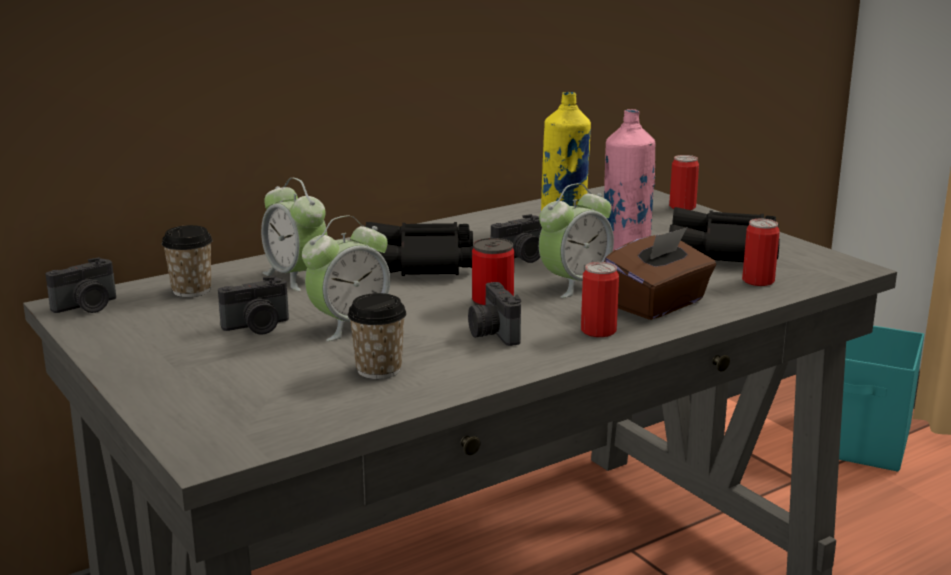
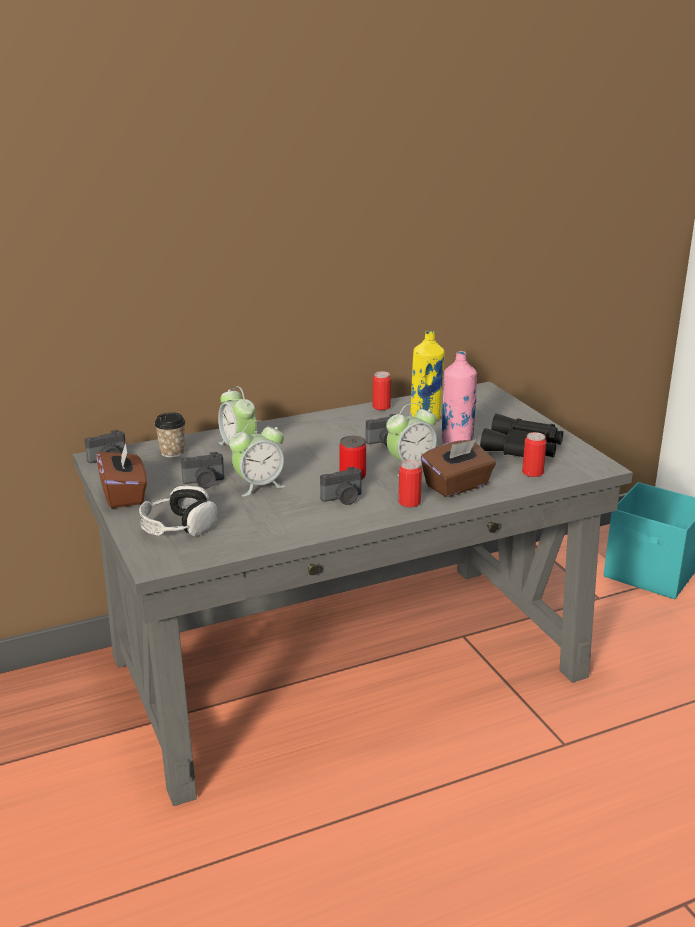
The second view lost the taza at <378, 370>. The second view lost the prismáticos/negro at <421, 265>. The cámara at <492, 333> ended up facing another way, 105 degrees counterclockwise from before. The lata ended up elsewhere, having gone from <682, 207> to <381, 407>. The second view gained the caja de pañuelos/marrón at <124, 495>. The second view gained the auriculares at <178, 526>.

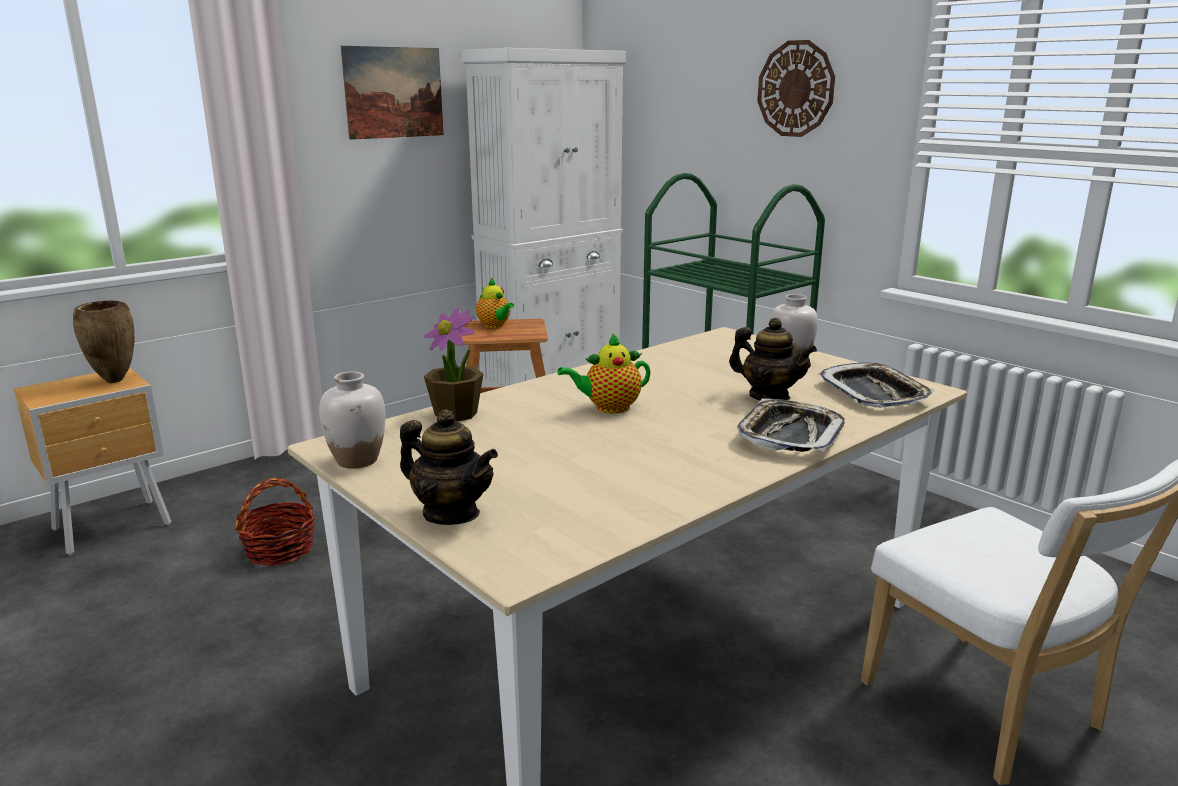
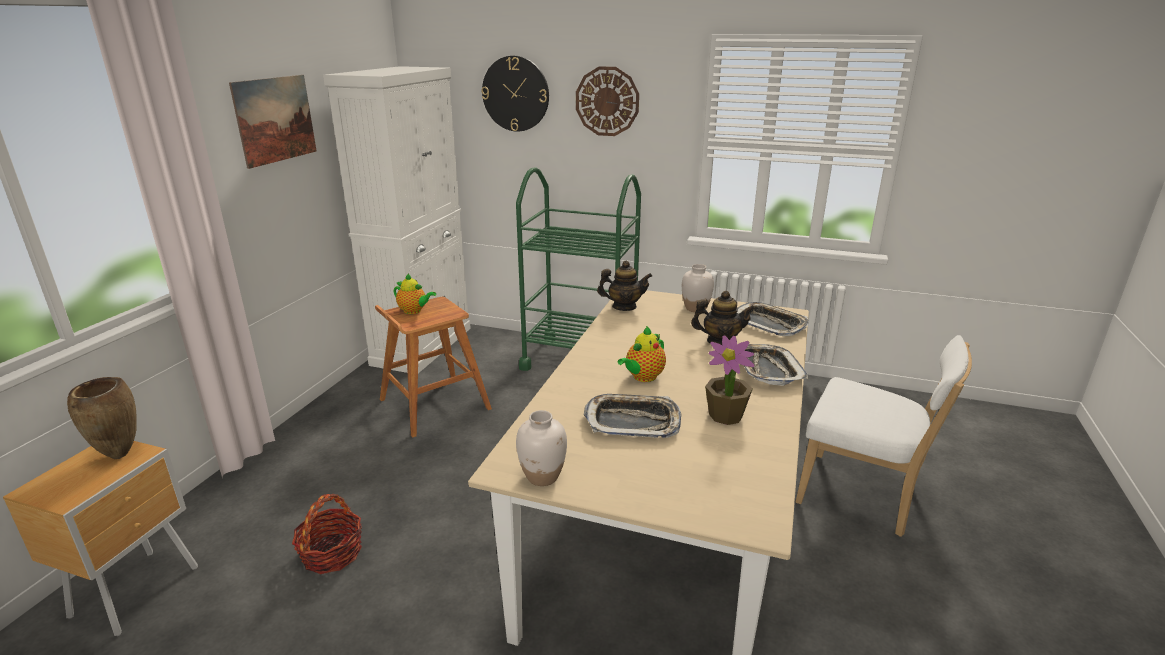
The tetera ended up elsewhere, having gone from <451, 513> to <624, 307>. The planta en maceta ended up elsewhere, having gone from <456, 414> to <726, 415>. The second view gained the reloj de pared at <515, 94>. The second view gained the bandeja at <633, 421>.

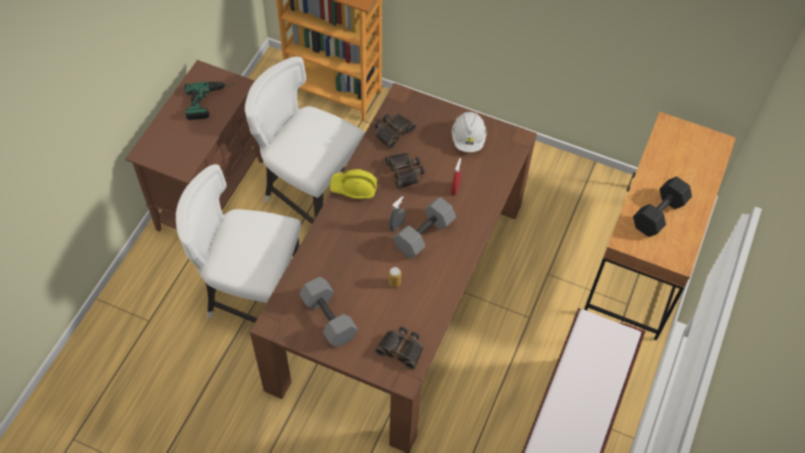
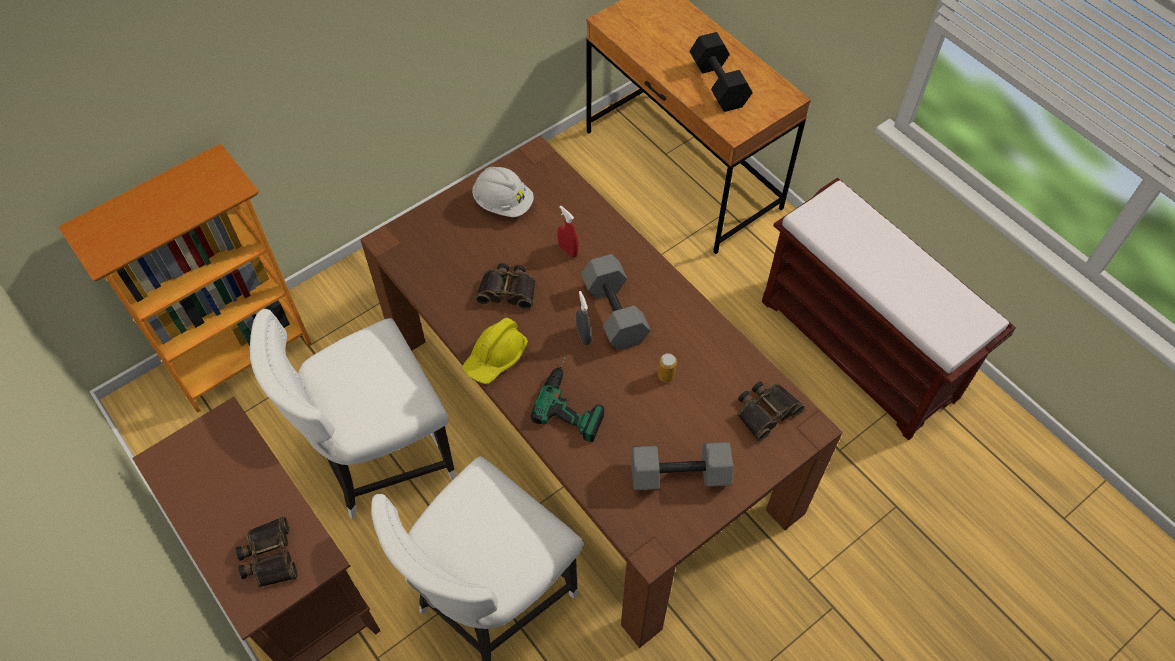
The taladro ended up elsewhere, having gone from <210, 101> to <574, 399>. The prismáticos ended up elsewhere, having gone from <392, 131> to <268, 556>.

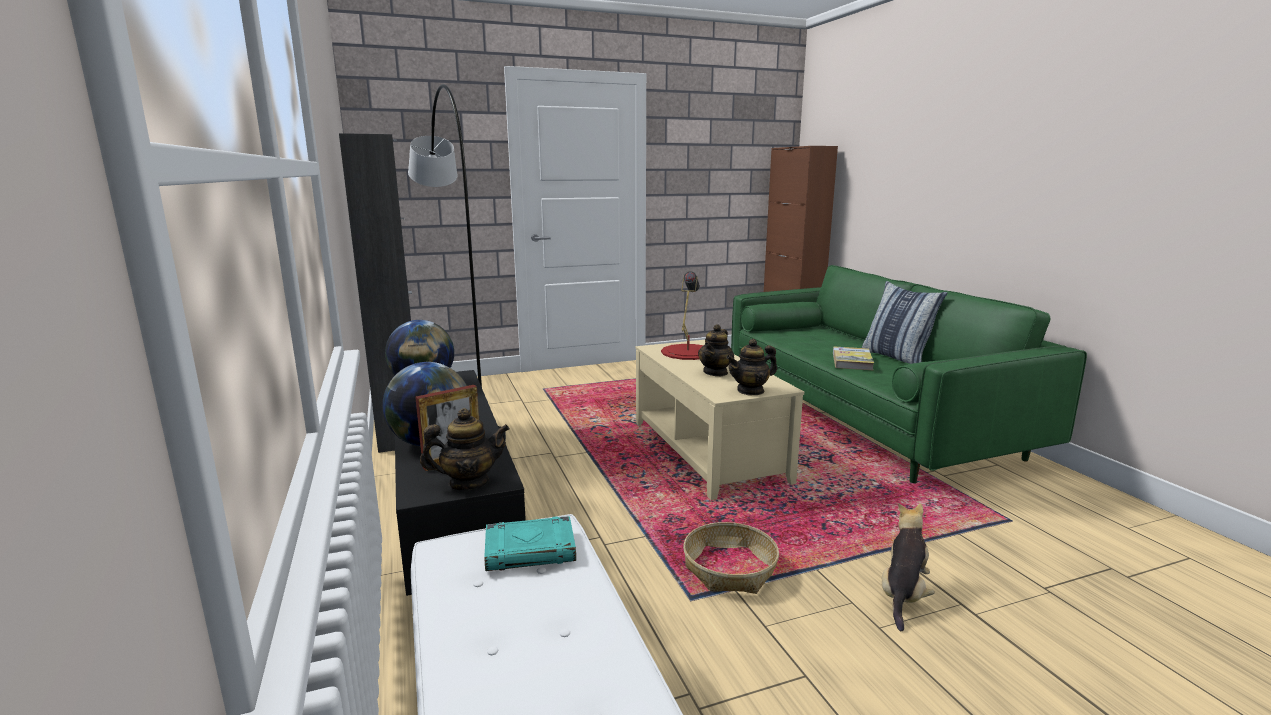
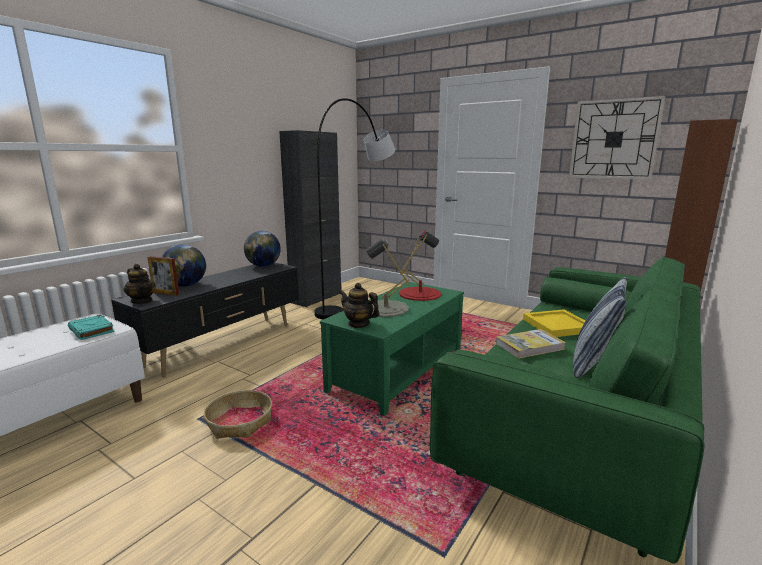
What was the mesa de centro/beis at <707, 451> turned into the mesa de centro/verde at <398, 372>. Where the tetera stood at <715, 372>, the lámpara de mesa/gris came to stand at <385, 308>. The second view lost the peluche at <903, 595>. The second view gained the bandeja/amarillo at <558, 326>. The second view gained the reloj de pared at <614, 139>.

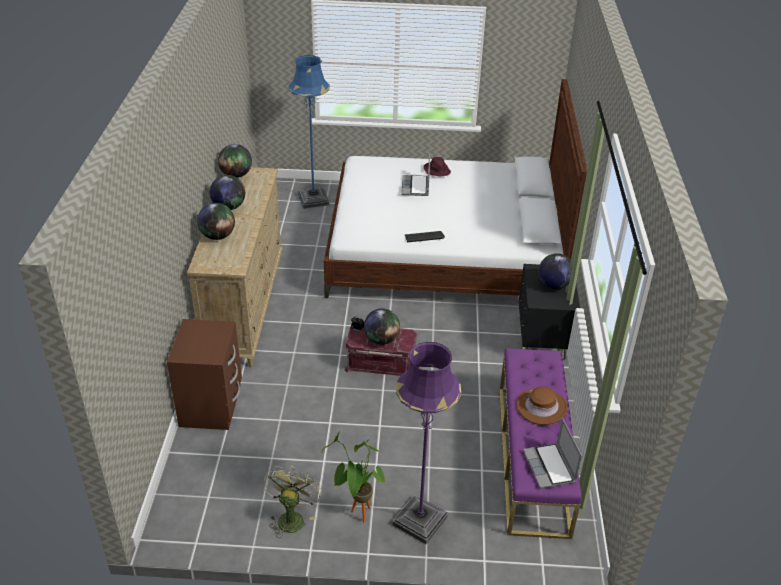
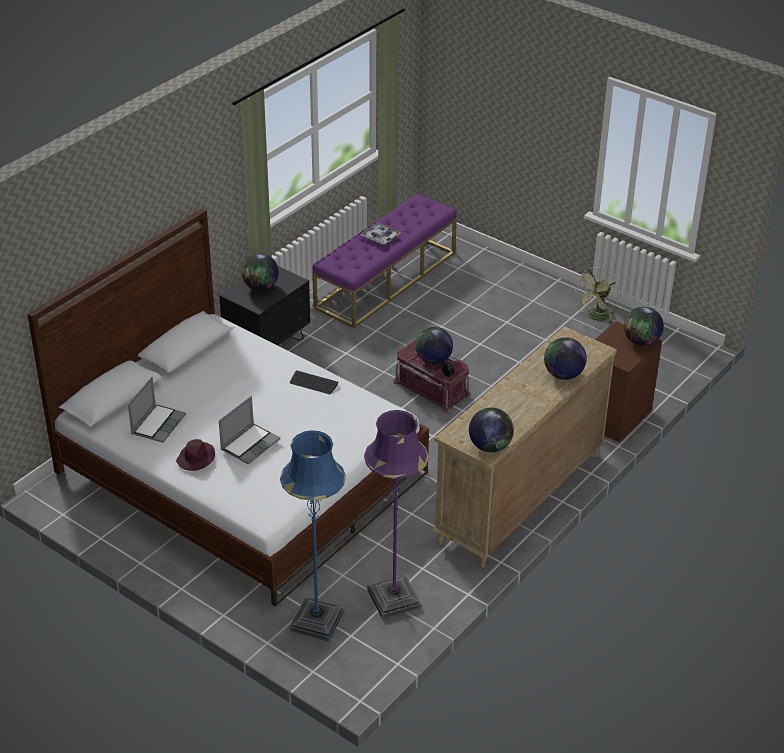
The globo terráqueo ended up elsewhere, having gone from <229, 207> to <641, 341>. The second view lost the planta en maceta at <357, 515>. The lámpara de pie/morado ended up elsewhere, having gone from <420, 521> to <394, 599>. Where the sombrero/marrón stood at <541, 407>, the bandeja came to stand at <380, 237>. The portátil ended up elsewhere, having gone from <550, 467> to <158, 424>.

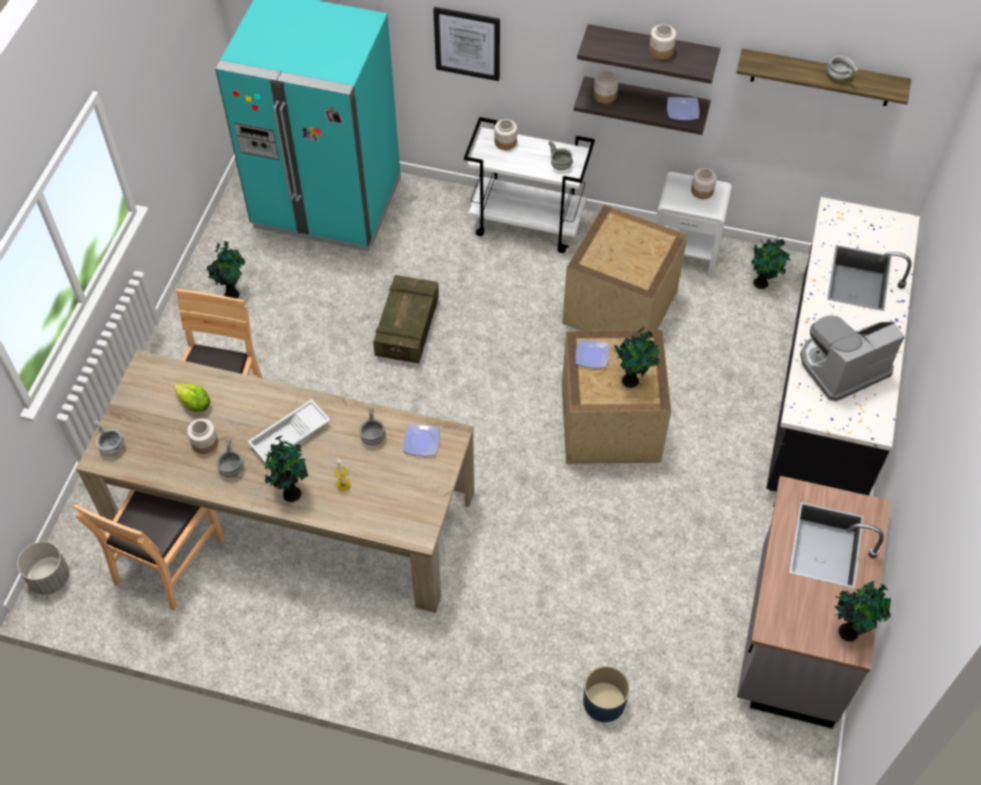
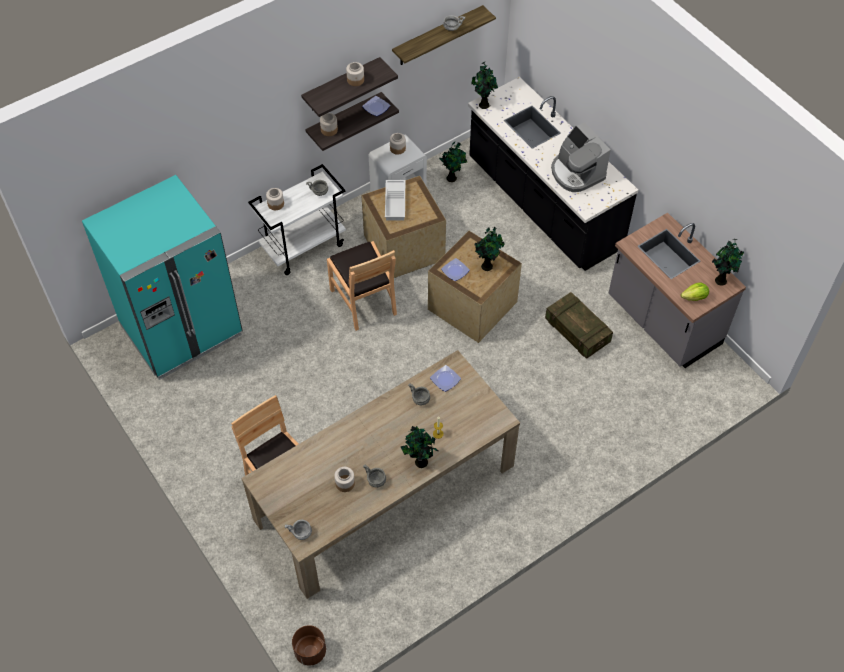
What was the maceta/gris at <50, 578> turned into the maceta/marrón at <310, 651>. The silla/marrón ended up elsewhere, having gone from <168, 559> to <364, 301>. The lechuga ended up elsewhere, having gone from <194, 404> to <694, 297>. The planta en maceta ended up elsewhere, having gone from <232, 293> to <483, 104>. The bandeja/blanco ended up elsewhere, having gone from <290, 437> to <396, 203>. The caja de embalaje ended up elsewhere, having gone from <407, 328> to <577, 331>. The second view lost the cuadro at <467, 43>. The second view lost the maceta/azul at <604, 702>. The cafetera at <842, 366> ended up facing another way, 45 degrees counterclockwise from before.

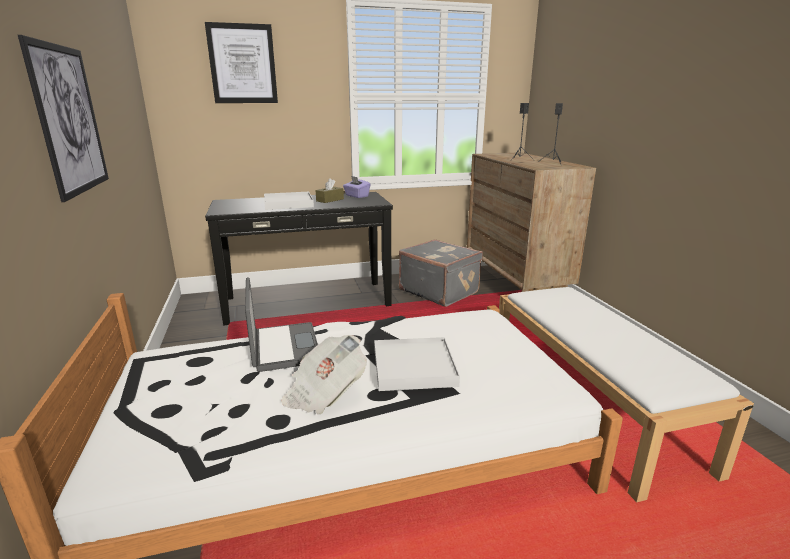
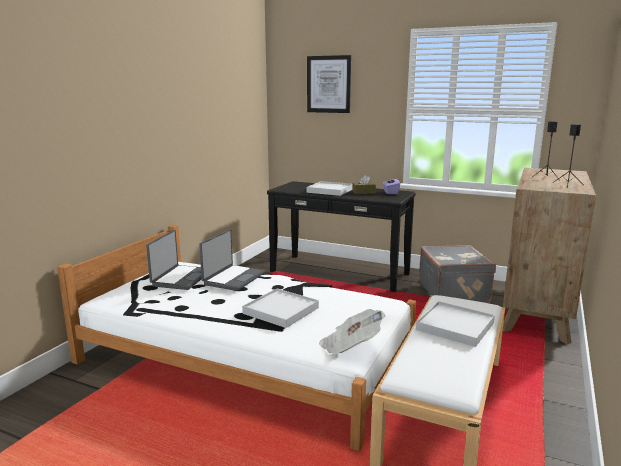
The second view lost the cuadro at <69, 120>. The periódico ended up elsewhere, having gone from <324, 392> to <350, 347>. The second view gained the portátil at <181, 278>. The second view gained the bandeja/blanco at <455, 326>.

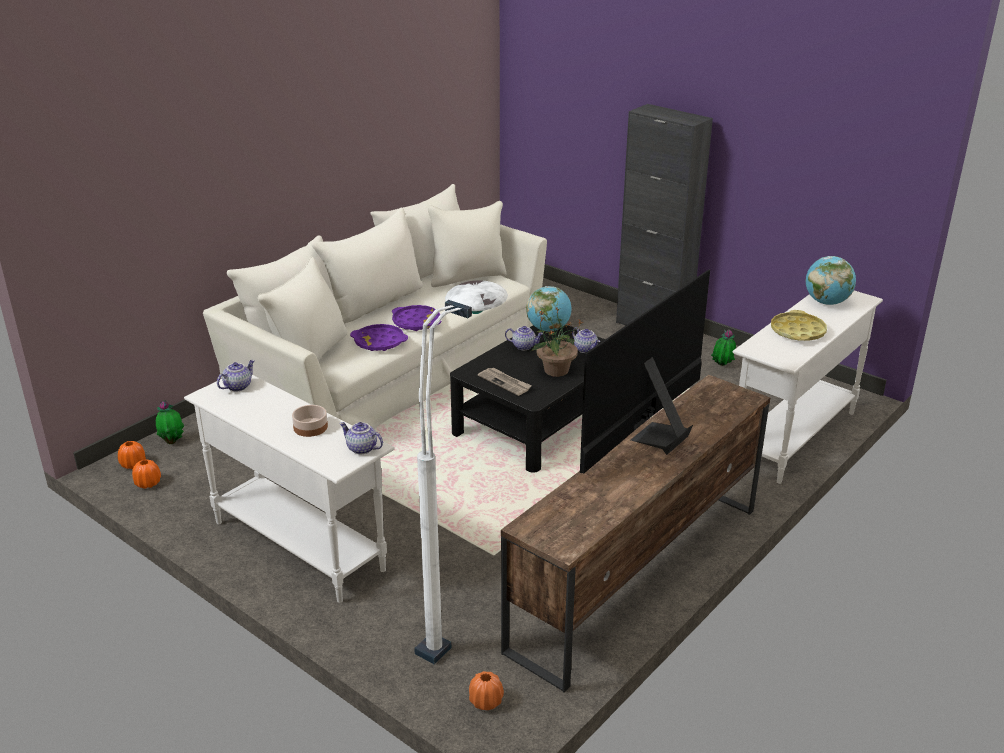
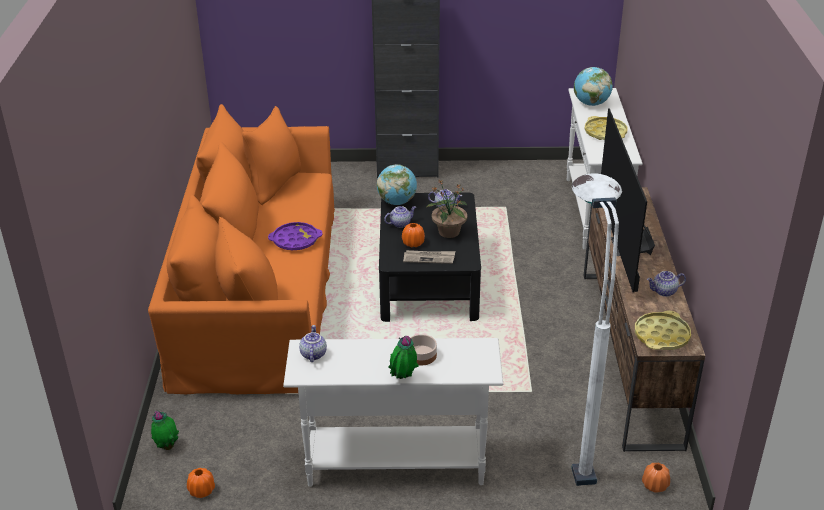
The florero/naranja ended up elsewhere, having gone from <133, 464> to <413, 243>. What was the sofá/beis at <392, 367> turned into the sofá/naranja at <260, 291>. The tetera ended up elsewhere, having gone from <361, 449> to <664, 292>. The second view lost the bandeja/morado at <379, 342>. The planta en maceta ended up elsewhere, having gone from <722, 366> to <403, 378>. The second view gained the bandeja/amarillo at <661, 335>.

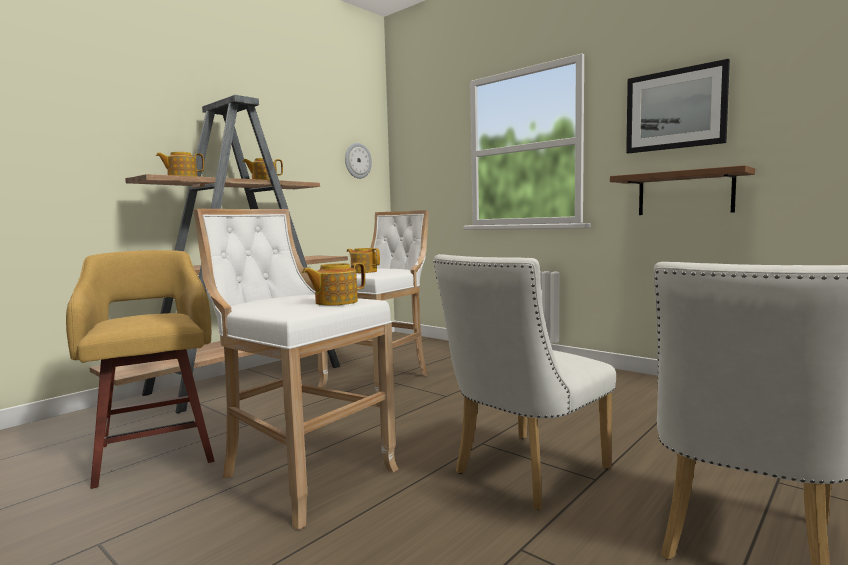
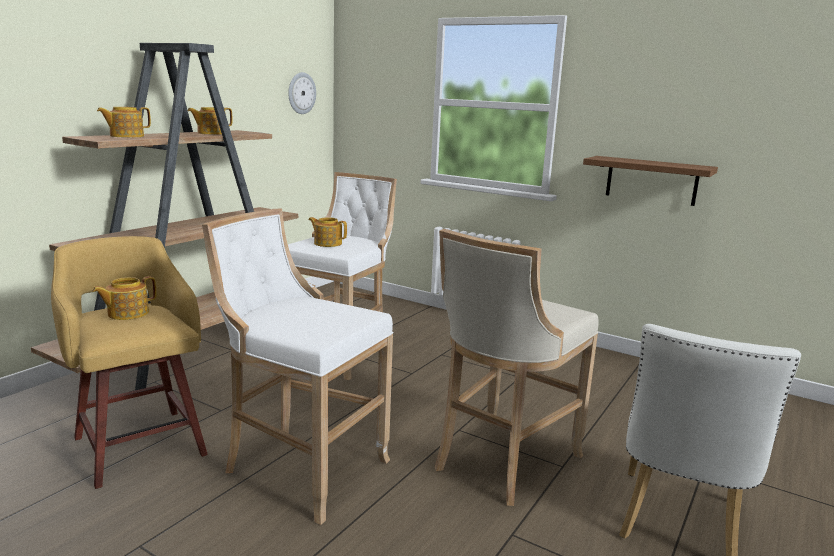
The tetera ended up elsewhere, having gone from <335, 302> to <127, 313>. Where the silla/blanco stood at <523, 474>, the taburete/beis came to stand at <501, 462>. The second view lost the cuadro at <675, 109>.

